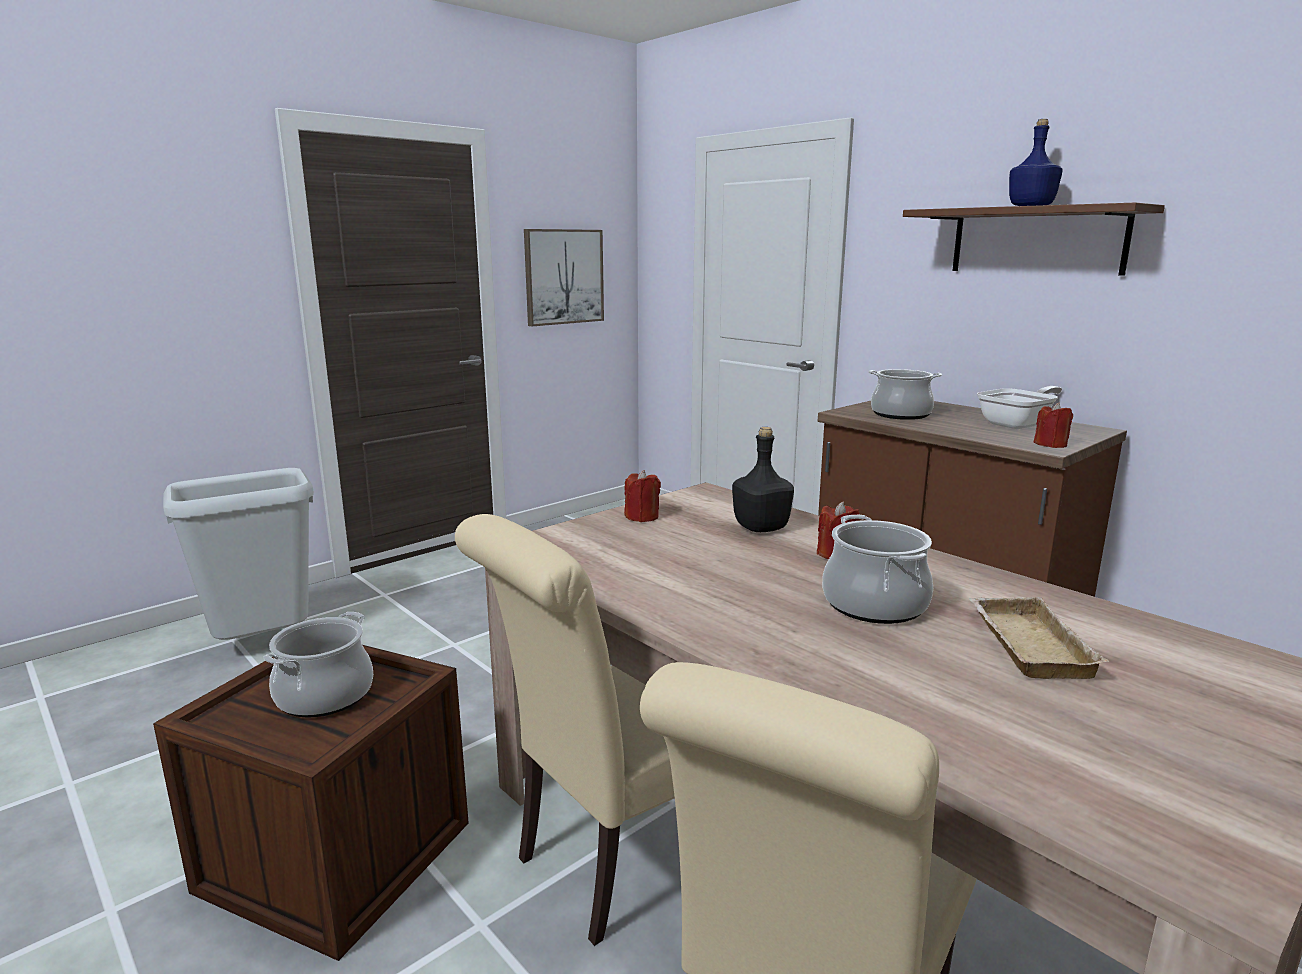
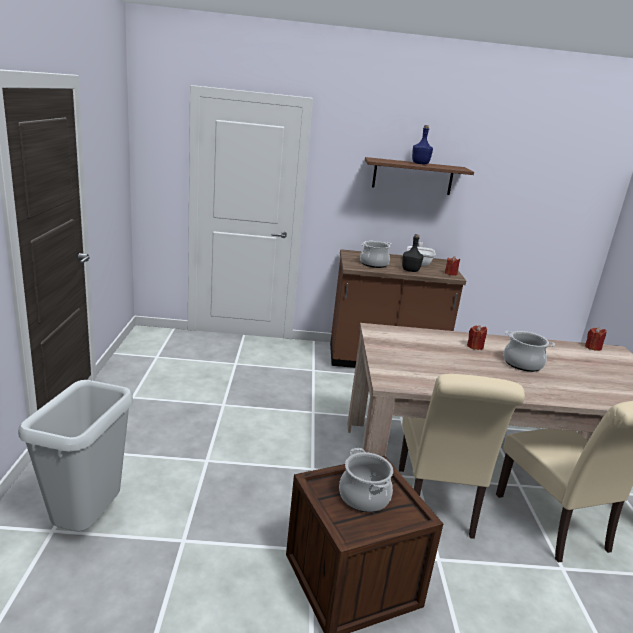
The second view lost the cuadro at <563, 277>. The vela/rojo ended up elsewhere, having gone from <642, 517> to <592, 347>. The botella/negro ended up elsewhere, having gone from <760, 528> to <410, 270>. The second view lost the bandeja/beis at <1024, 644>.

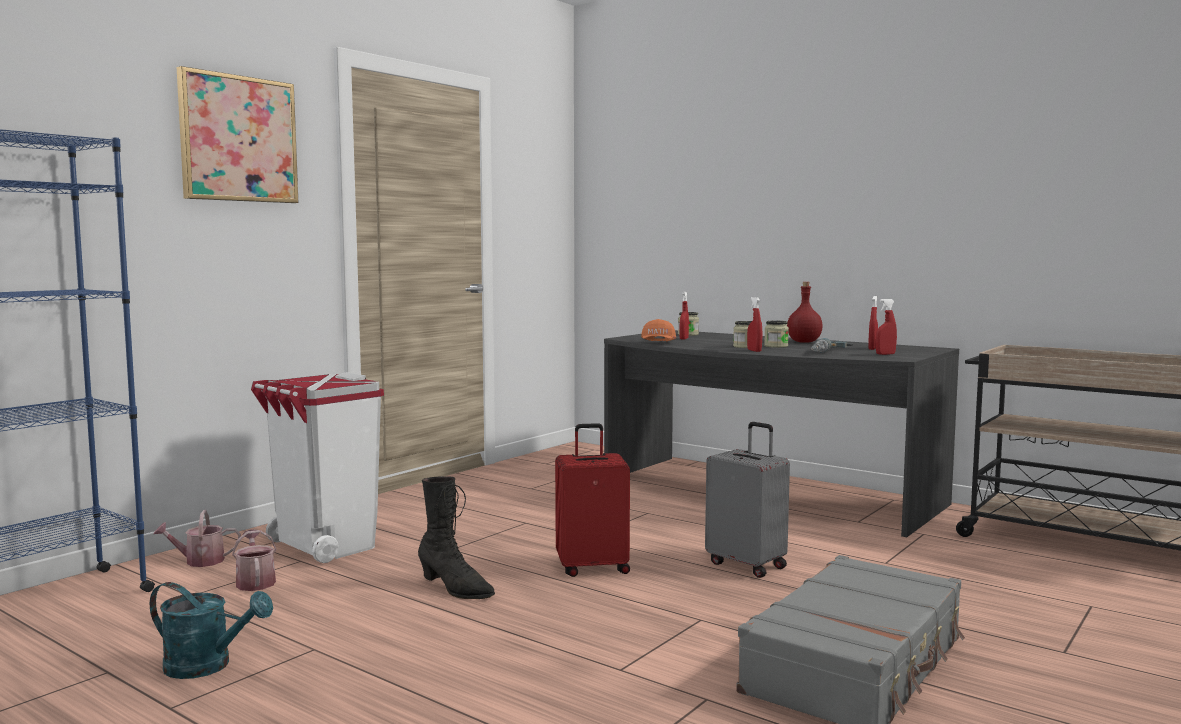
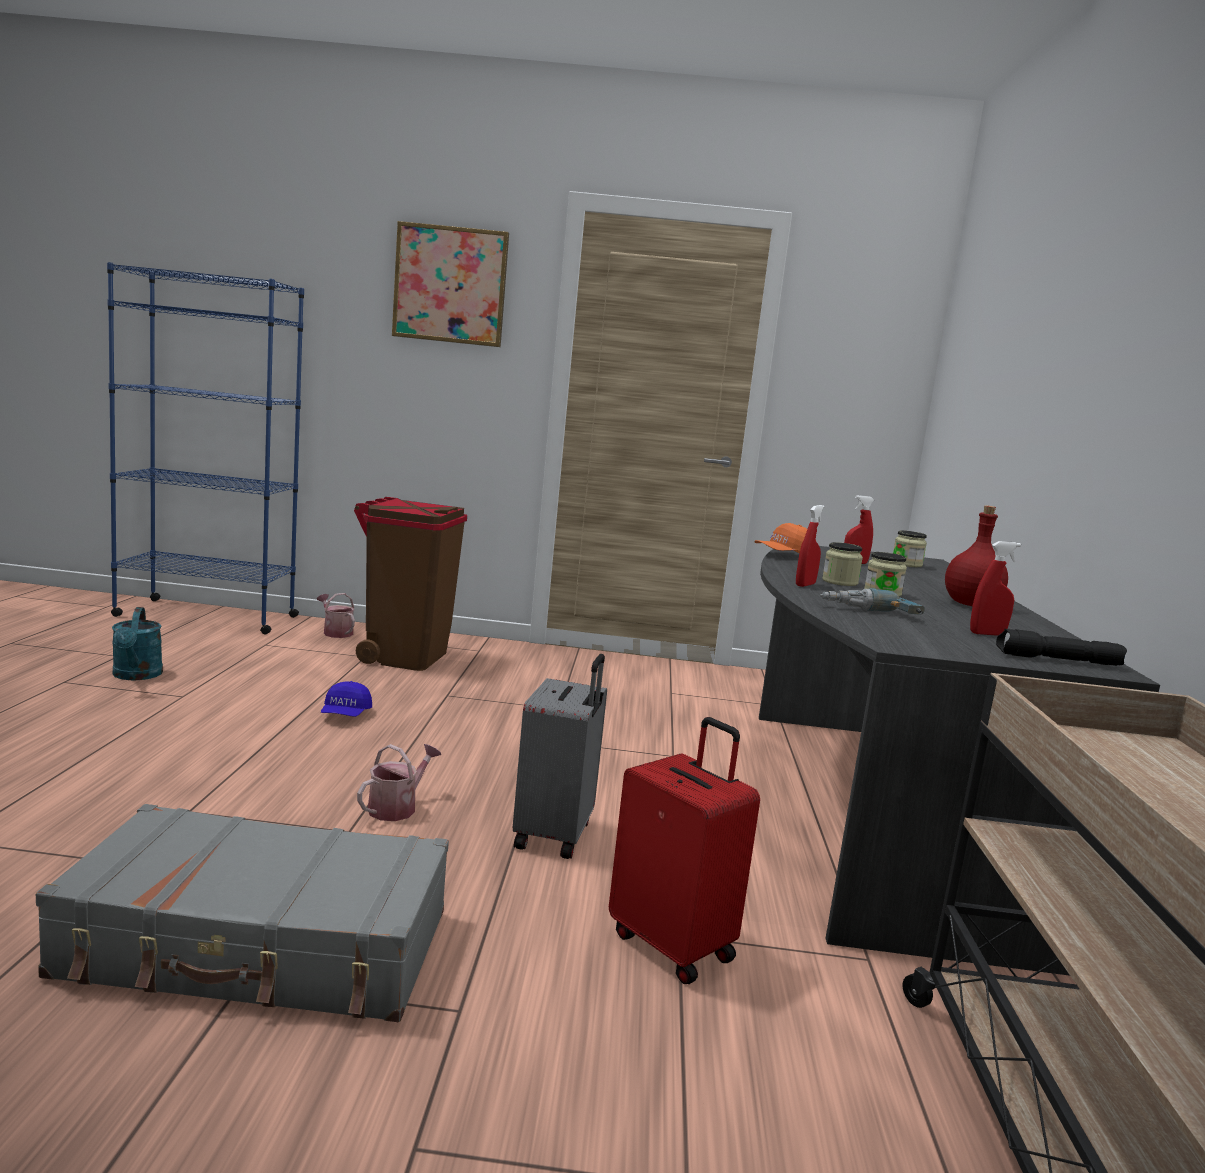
The regadera ended up elsewhere, having gone from <255, 582> to <397, 807>. What was the papelera/blanco at <325, 546> turned into the papelera/marrón at <405, 656>. Where the bota/negro stood at <455, 589>, the gorra/azul came to stand at <345, 714>. The maleta/rojo ended up elsewhere, having gone from <592, 567> to <673, 945>. The second view lost the pulverizador/rojo at <885, 354>. The second view gained the linterna/negro at <1057, 660>.

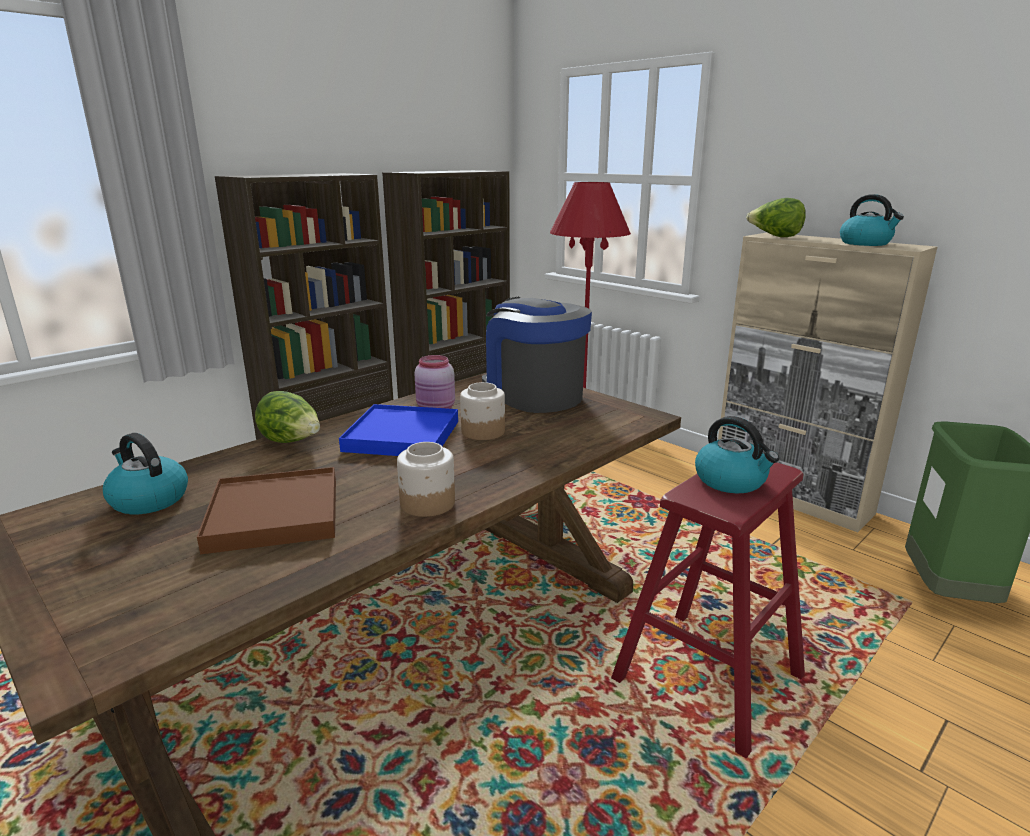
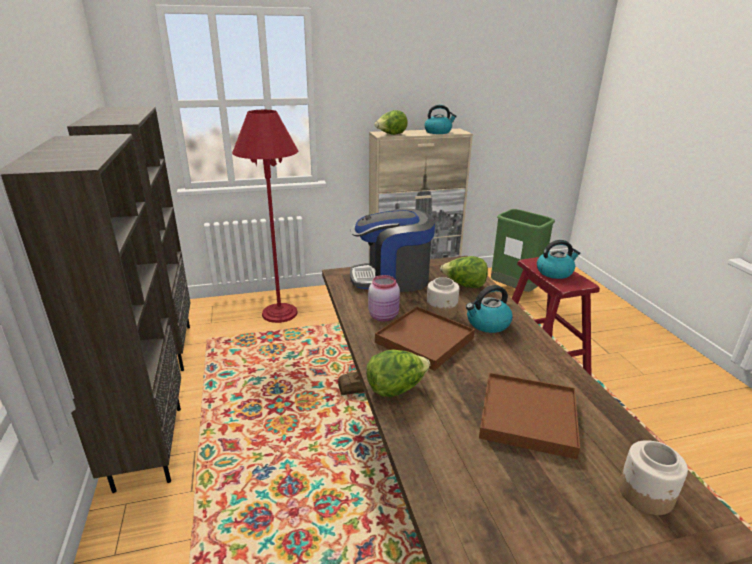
The hervidor ended up elsewhere, having gone from <148, 499> to <487, 324>. What was the bandeja/azul at <402, 436> turned into the bandeja/marrón at <424, 340>. The tarro ended up elsewhere, having gone from <427, 503> to <646, 494>. The second view gained the lechuga at <464, 285>.

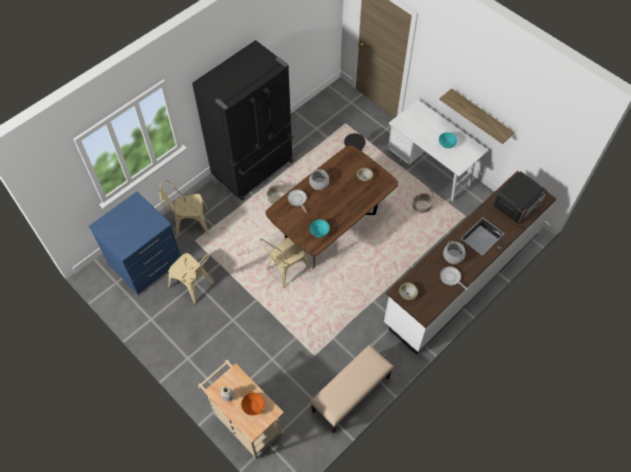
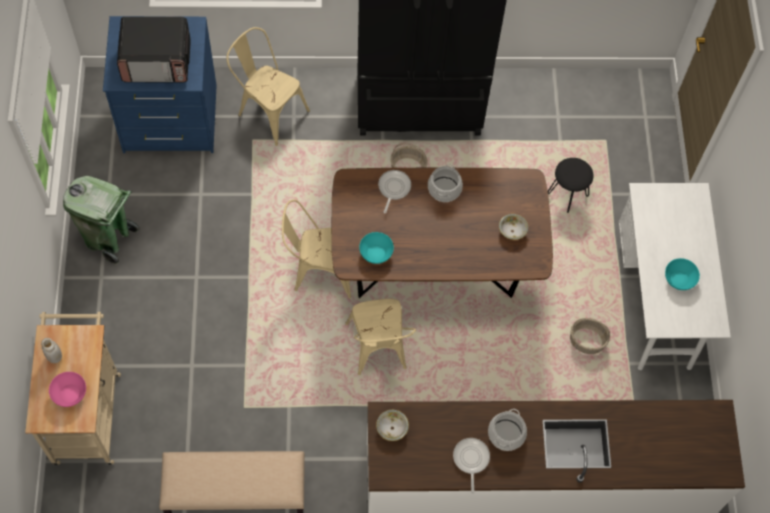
The silla/beis ended up elsewhere, having gone from <194, 286> to <378, 351>. What was the cuenco/naranja at <253, 406> turned into the cuenco/rosa at <69, 393>. The second view lost the estante at <480, 115>. The microondas ended up elsewhere, having gone from <517, 204> to <157, 61>. The second view gained the papelera/verde at <109, 238>.

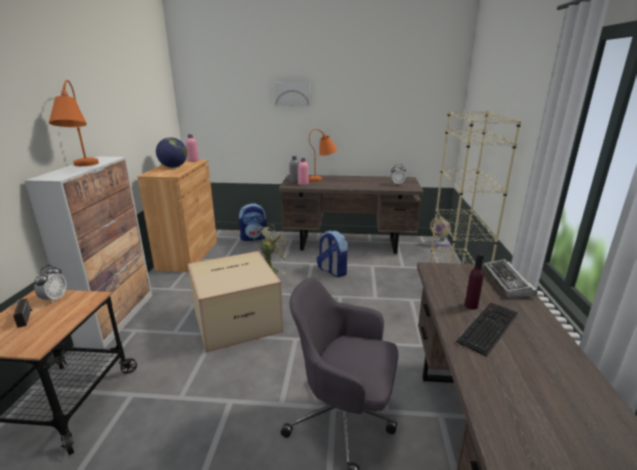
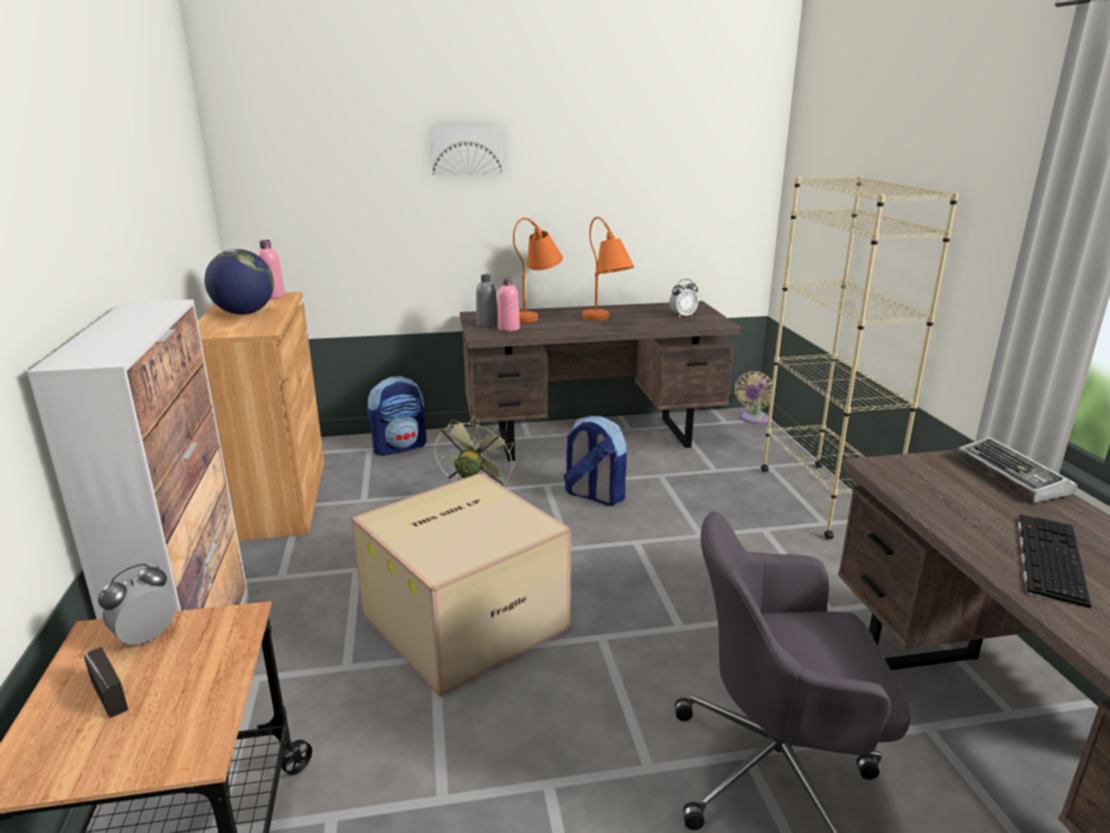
The despertador at <54, 299> ended up facing another way, 135 degrees counterclockwise from before. The lámpara de mesa/naranja ended up elsewhere, having gone from <81, 167> to <605, 321>. The second view lost the botella/morado at <471, 305>.

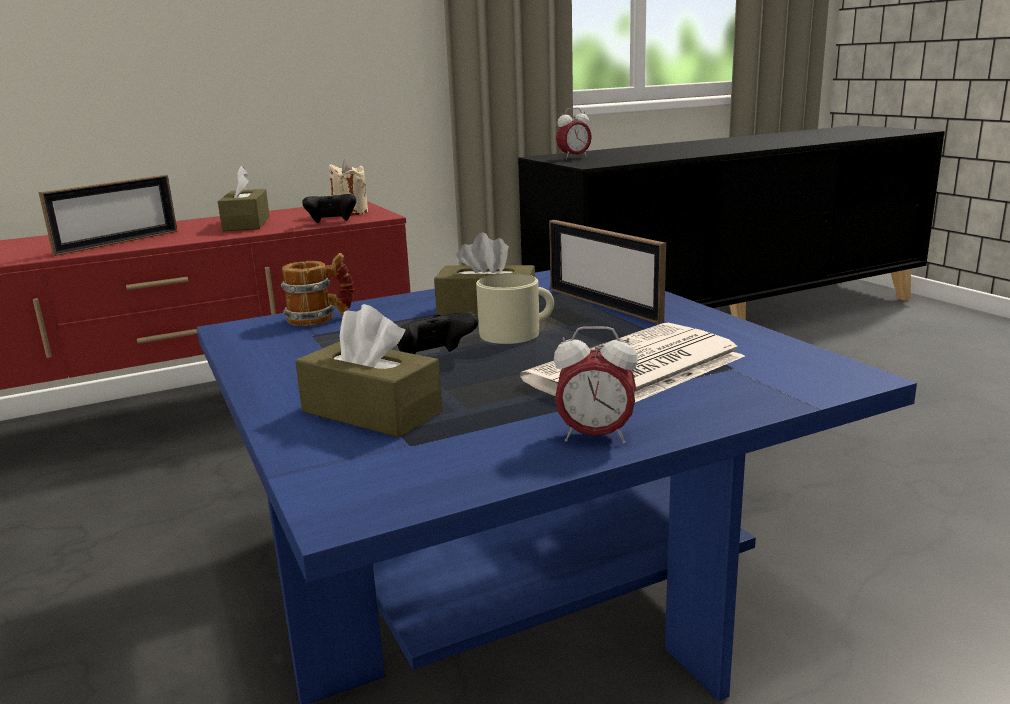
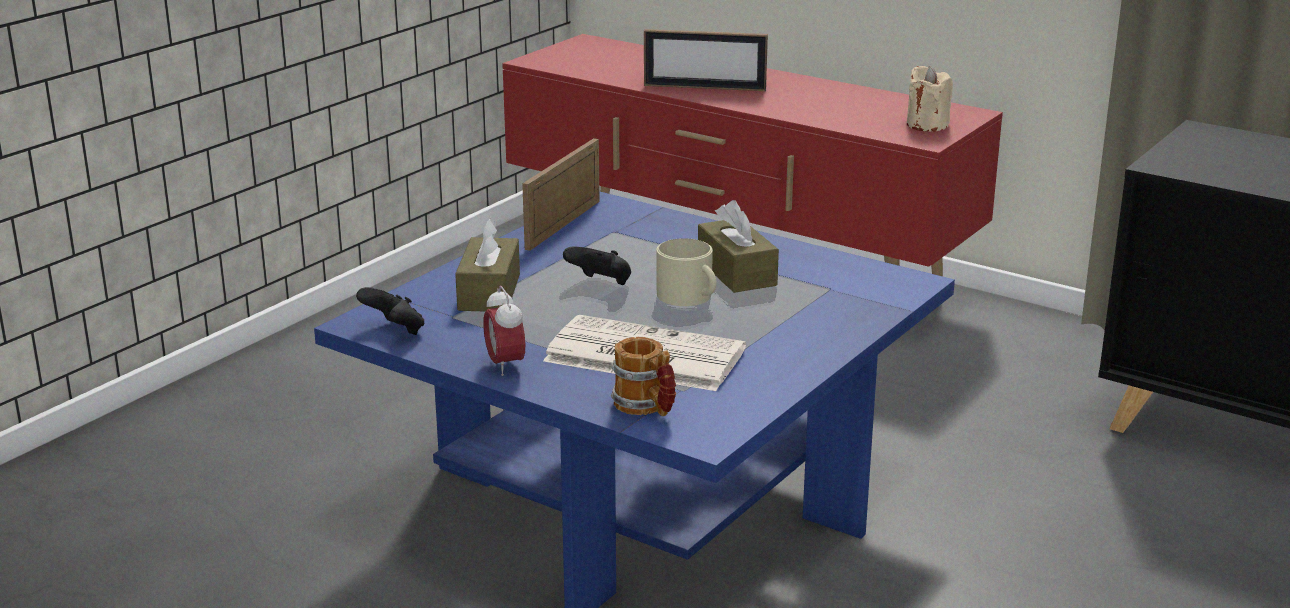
The second view lost the caja de pañuelos/marrón at <246, 224>. The taza grande ended up elsewhere, having gone from <321, 318> to <646, 408>. The mando de consola/negro ended up elsewhere, having gone from <332, 223> to <395, 331>. The portarretratos ended up elsewhere, having gone from <603, 305> to <563, 224>. The second view lost the despertador at <574, 158>.

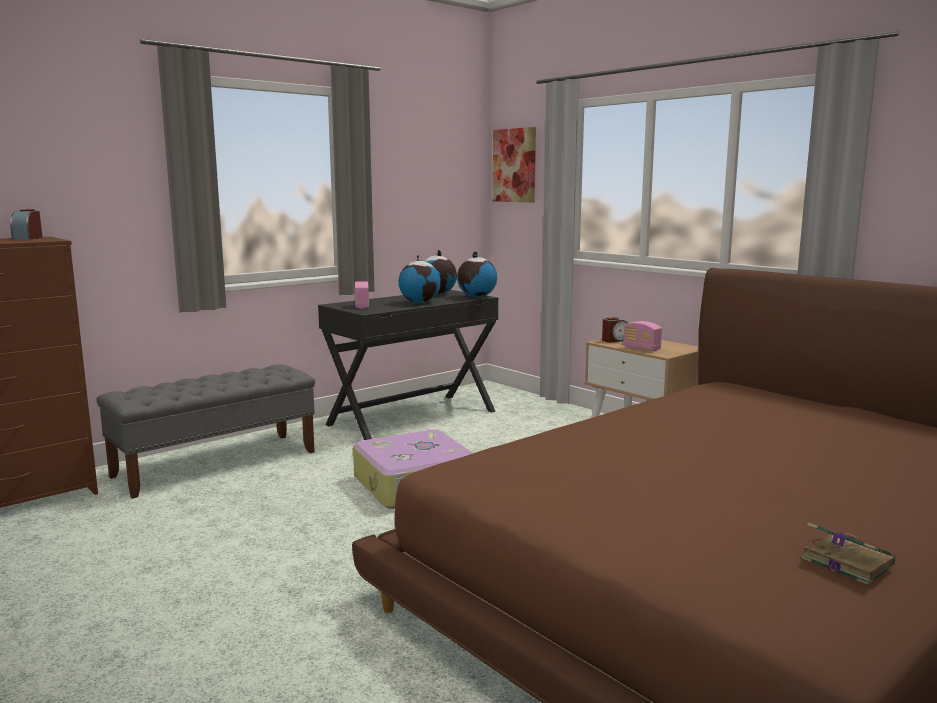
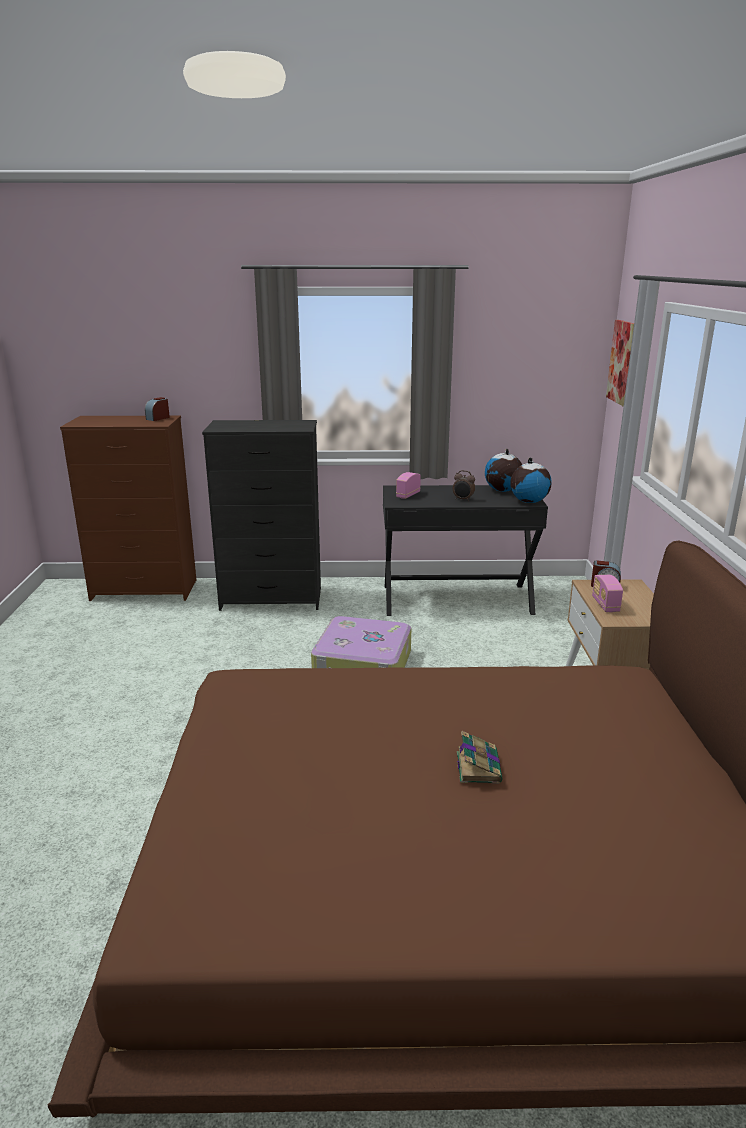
Where the banco/gris stood at <216, 464>, the cómoda/negro came to stand at <272, 599>. Where the globo terráqueo stood at <420, 302>, the despertador came to stand at <463, 499>. The libro ended up elsewhere, having gone from <845, 561> to <478, 766>.

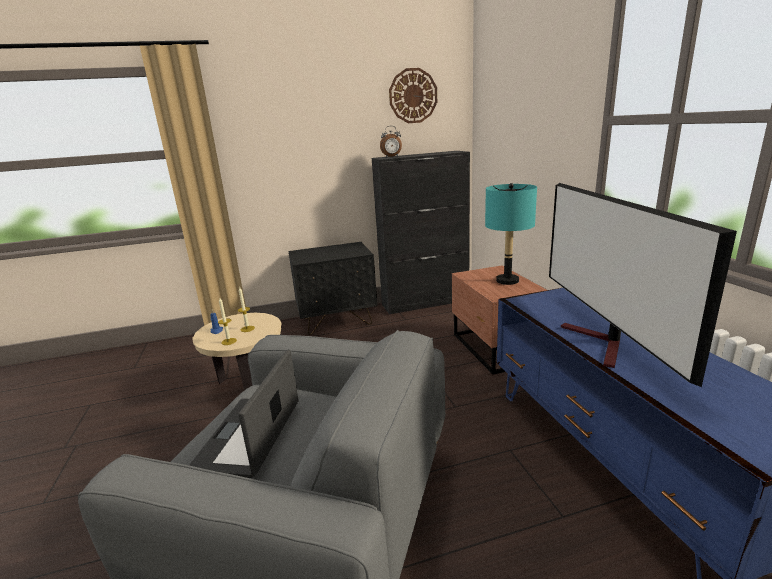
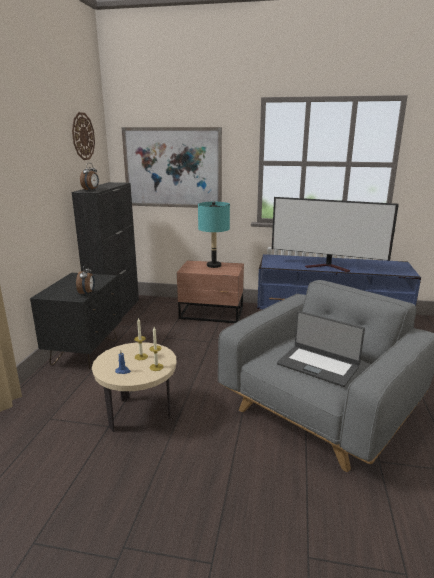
The second view gained the despertador at <87, 293>. The second view gained the cuadro at <172, 168>.

